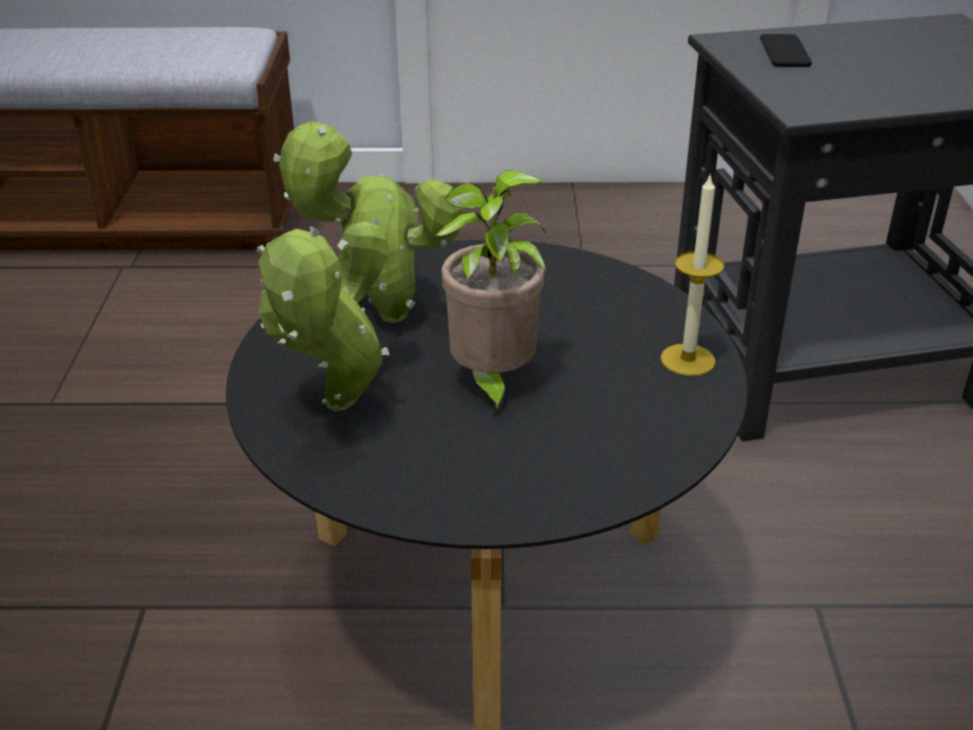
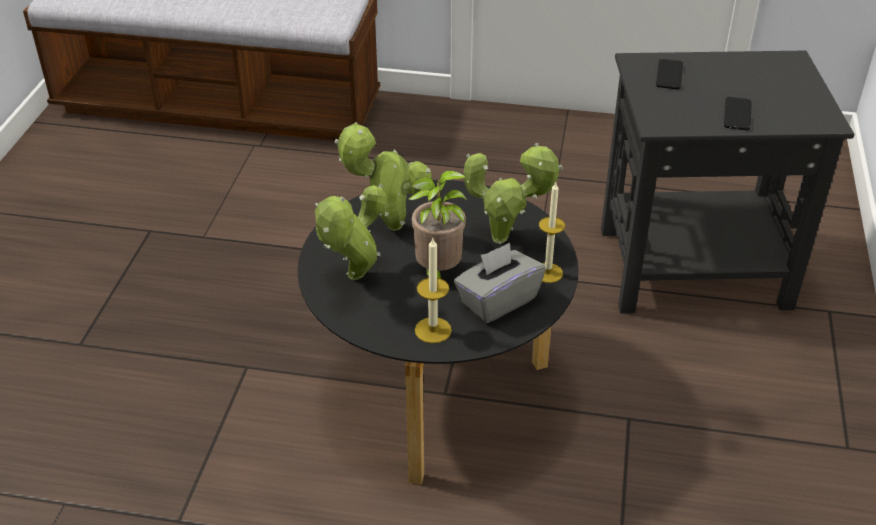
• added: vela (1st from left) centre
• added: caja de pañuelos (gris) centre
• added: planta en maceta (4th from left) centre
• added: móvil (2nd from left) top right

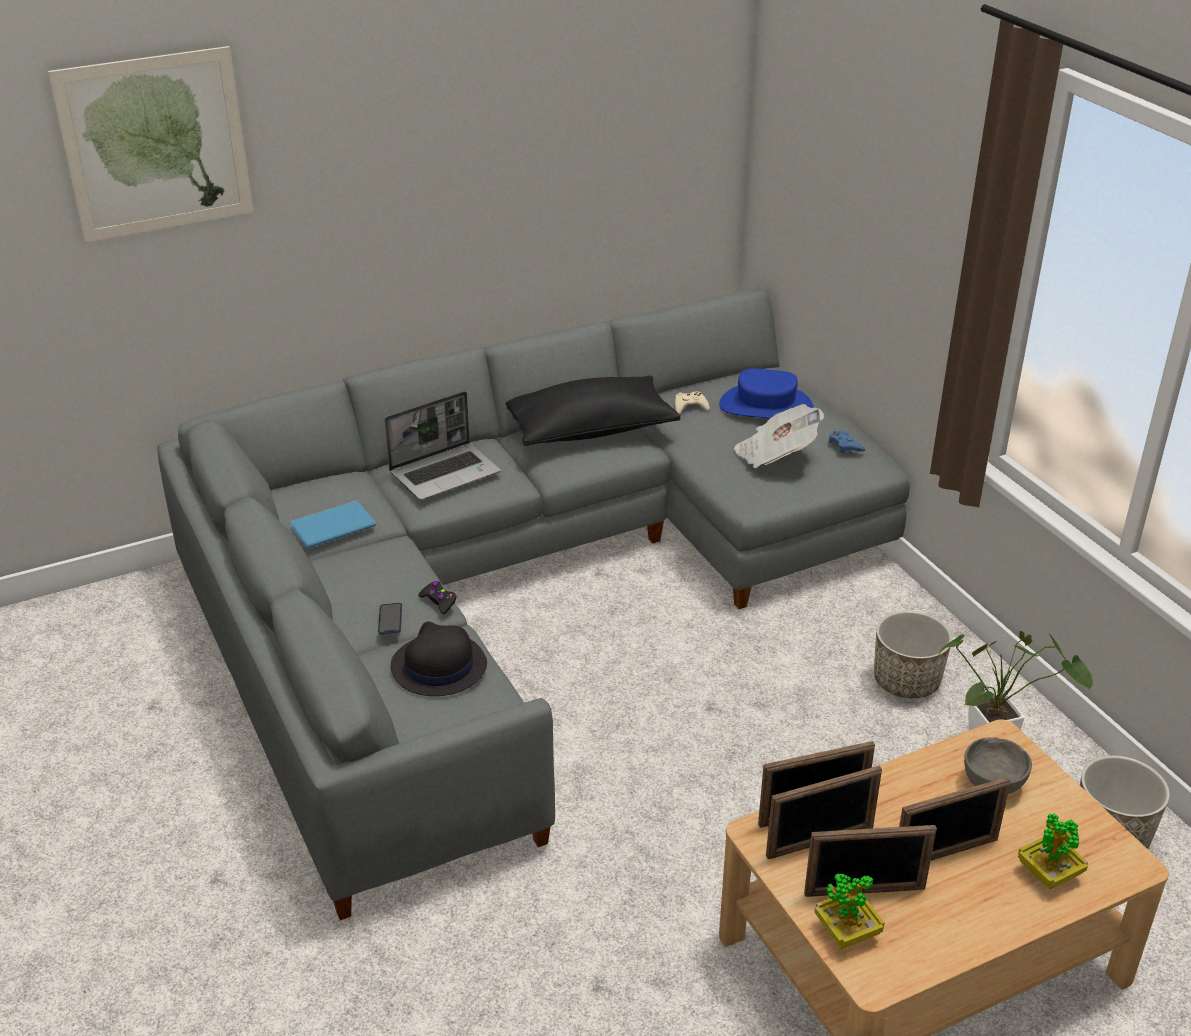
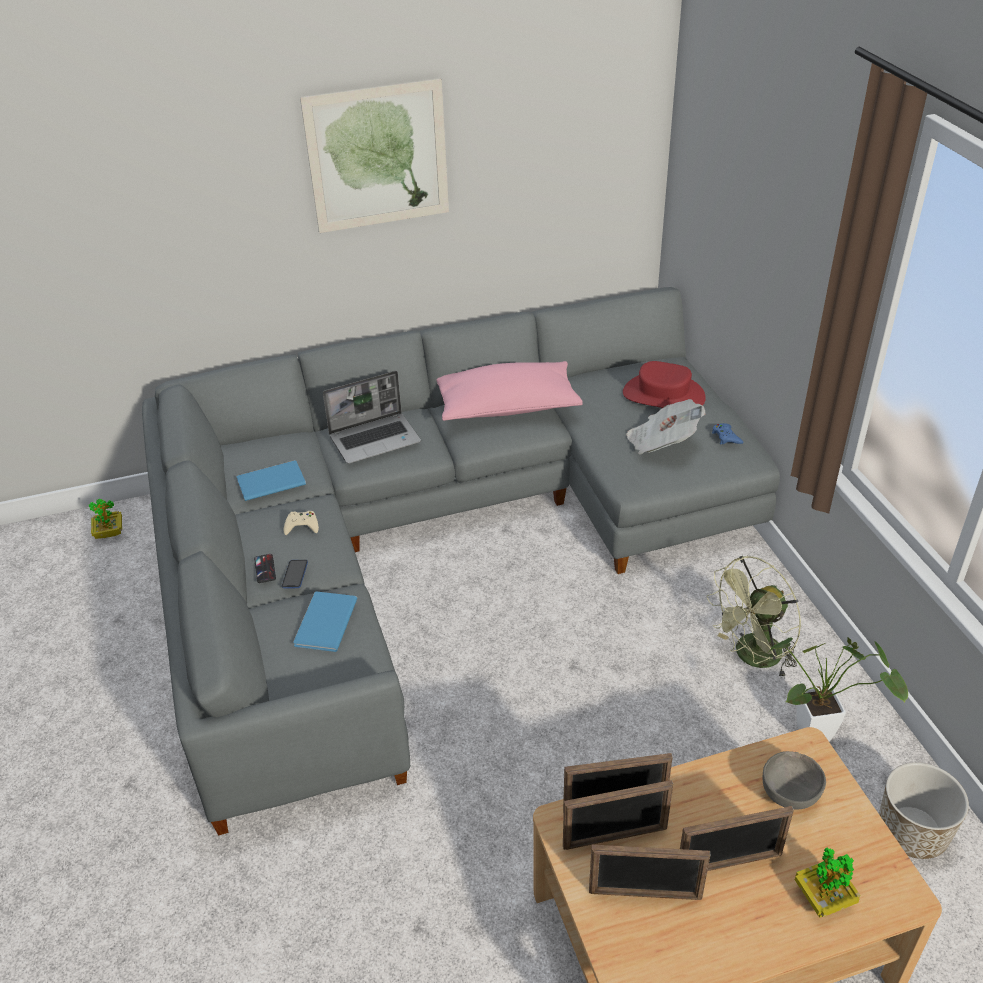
• moved: cuadro top left to top centre
• replaced: sombrero (negro) centre to libro (azul) (2nd from left) middle left
• removed: mando de consola (negro) centre
• recoloured: cojín (negro) centre to cojín (rosa) centre
• moved: mando de consola (beis) centre to middle left
• recoloured: sombrero (azul) centre to sombrero (rojo) middle right
• moved: planta en maceta (1st from left) bottom right to middle left
• replaced: maceta (1st from left) middle right to ventilador (verde) middle right
• added: móvil (1st from left) middle left

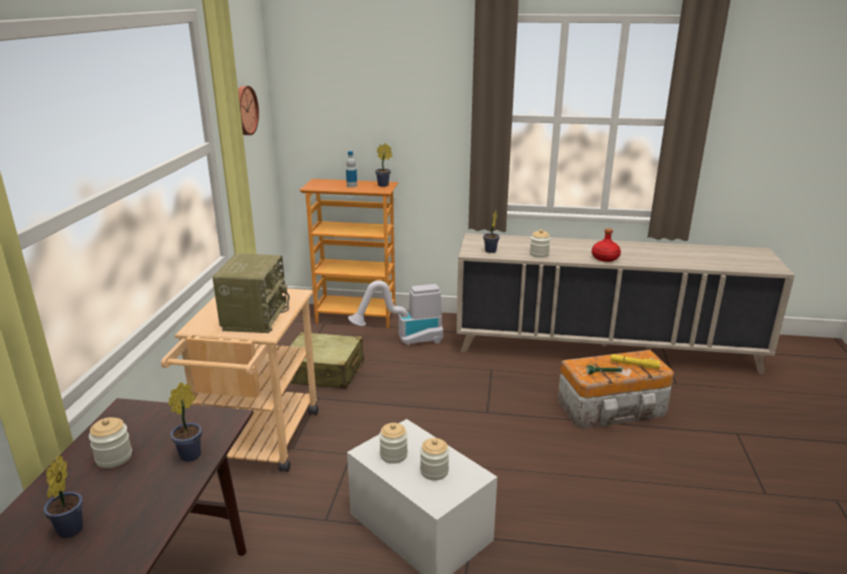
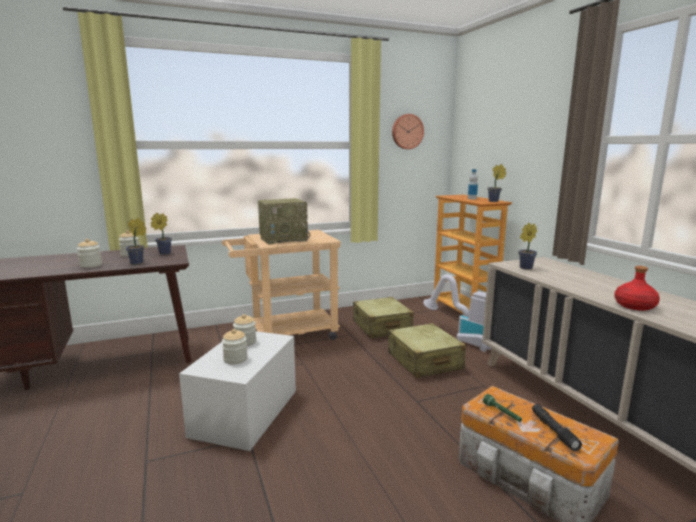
• moved: planta en maceta (1st from left in the first image) bottom left to planta en maceta (2nd from left) middle left
• moved: tarro (4th from left in the first image) centre to tarro (1st from left) middle left
• recoloured: linterna (amarillo) middle right to linterna (negro) bottom right
• added: maleta (beis) (2nd from left) bottom centre

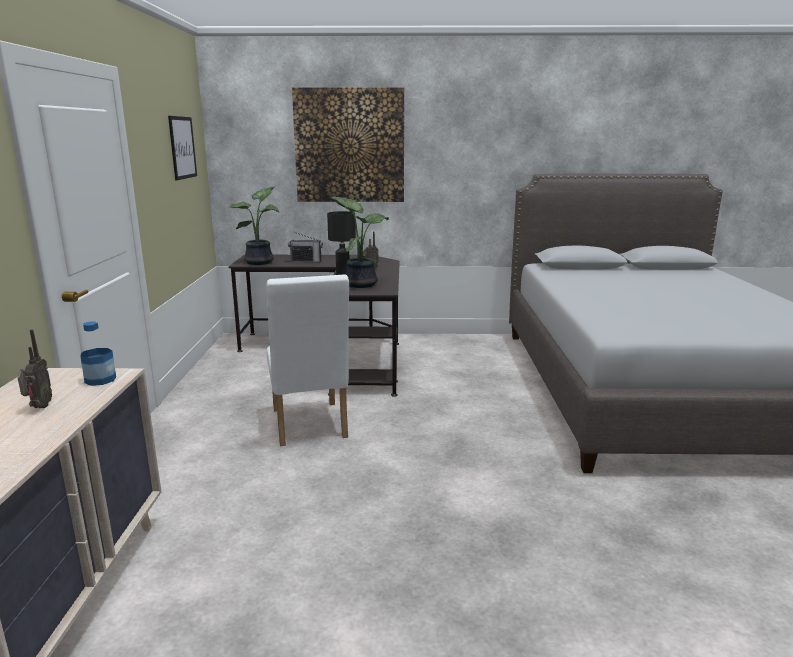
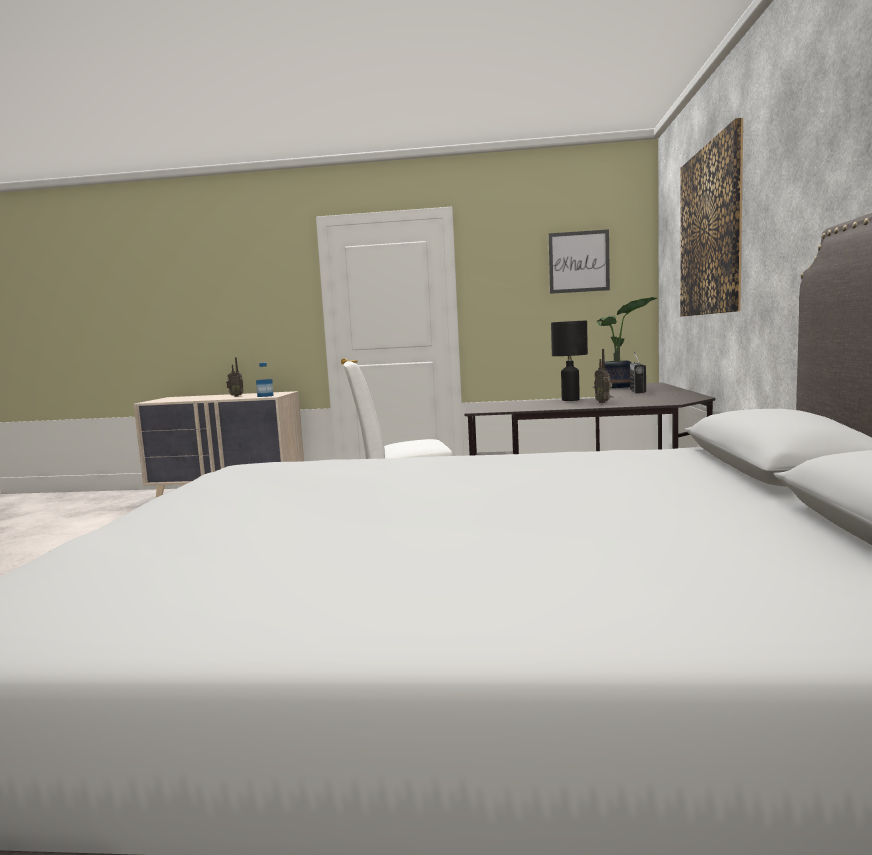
• removed: planta en maceta (2nd from left) centre

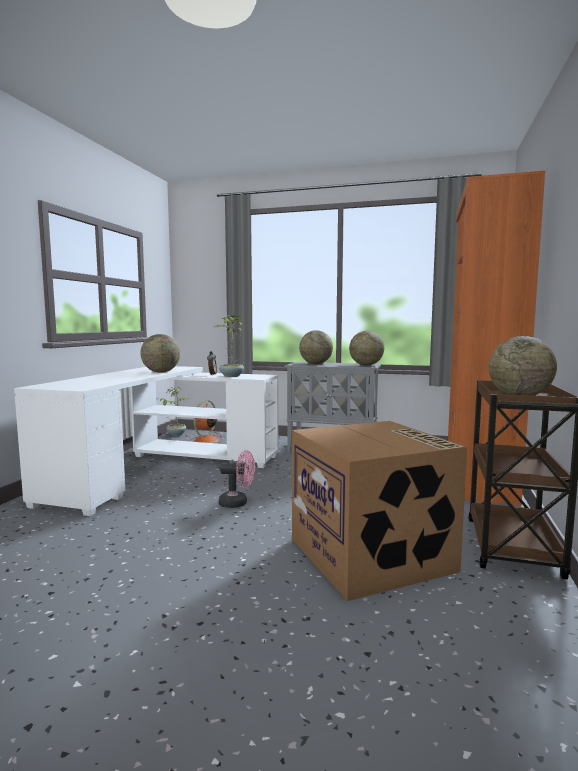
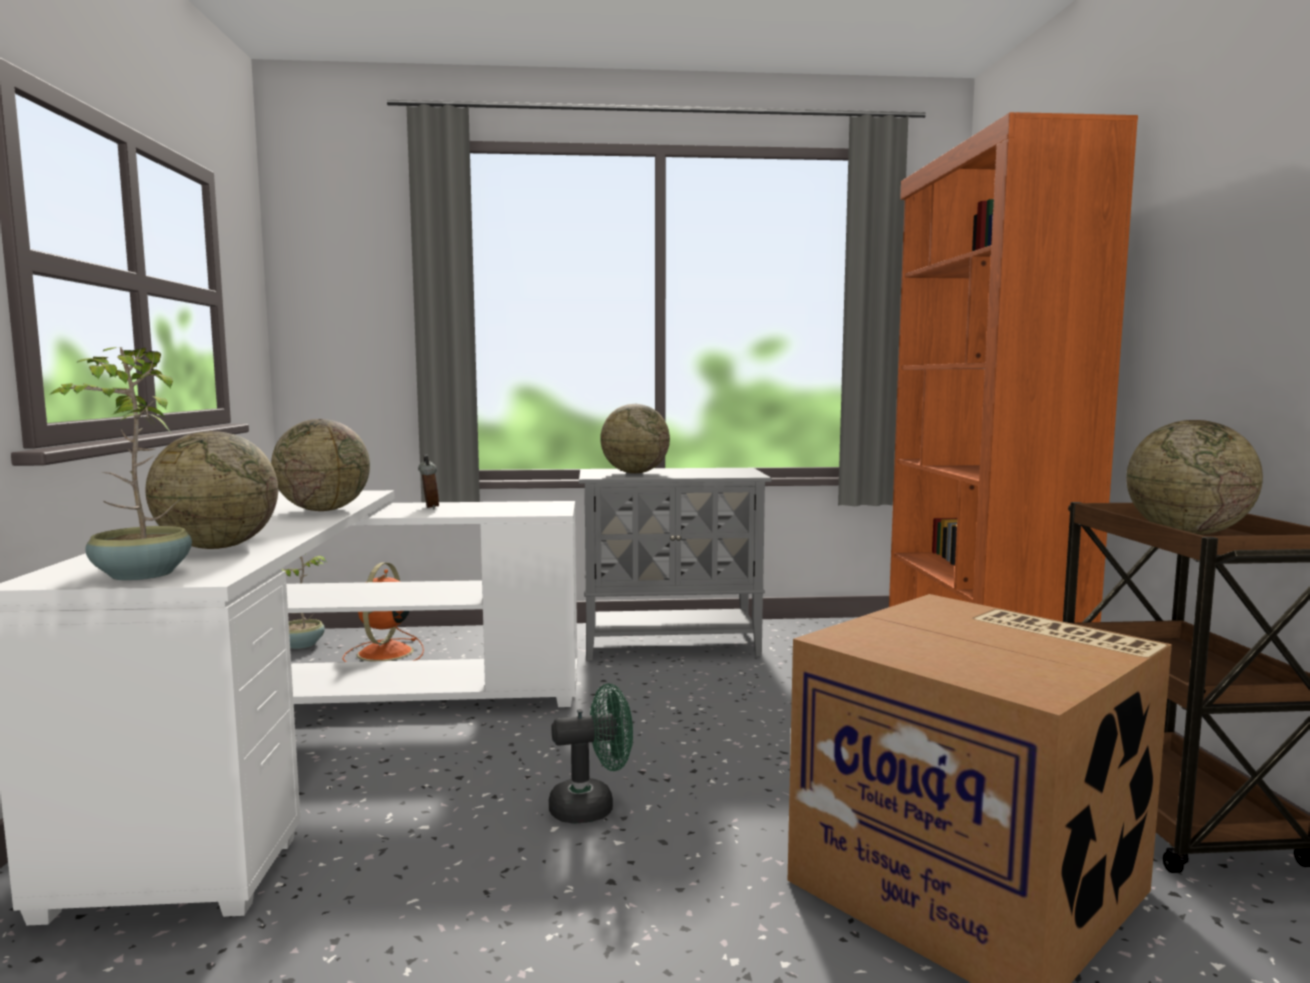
• moved: planta en maceta (2nd from left in the first image) centre to planta en maceta (1st from left) middle left
• recoloured: ventilador (rosa) centre to ventilador (verde) bottom centre
• moved: globo terráqueo (3rd from left in the first image) centre to globo terráqueo (1st from left) middle left

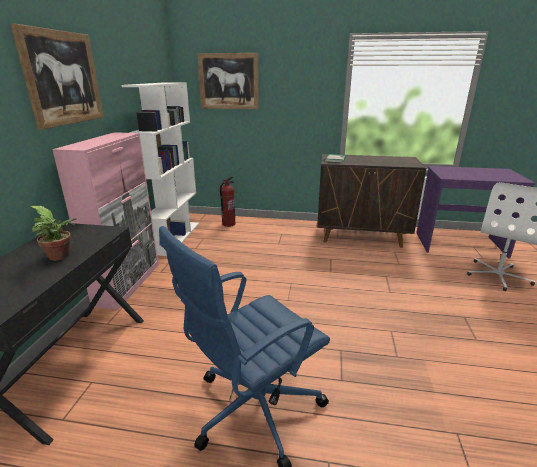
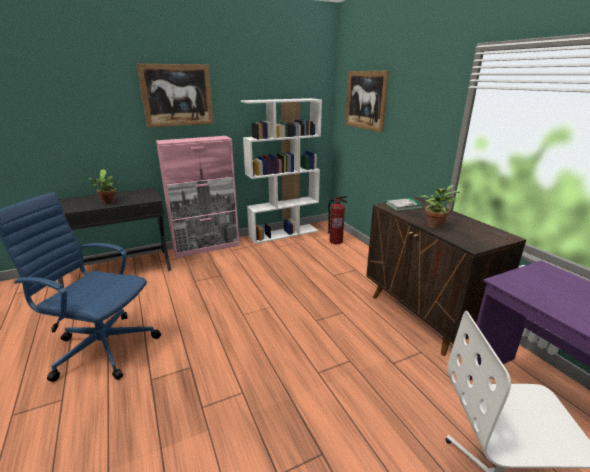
• added: planta en maceta (2nd from left) middle right

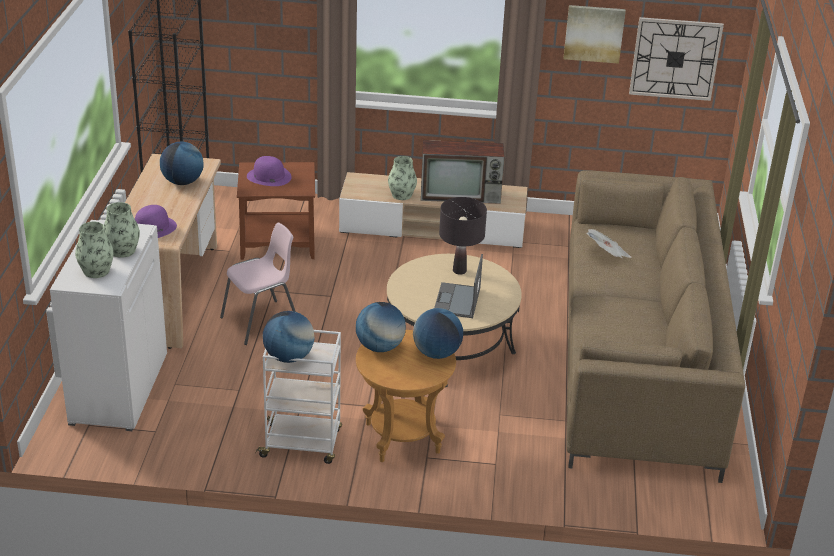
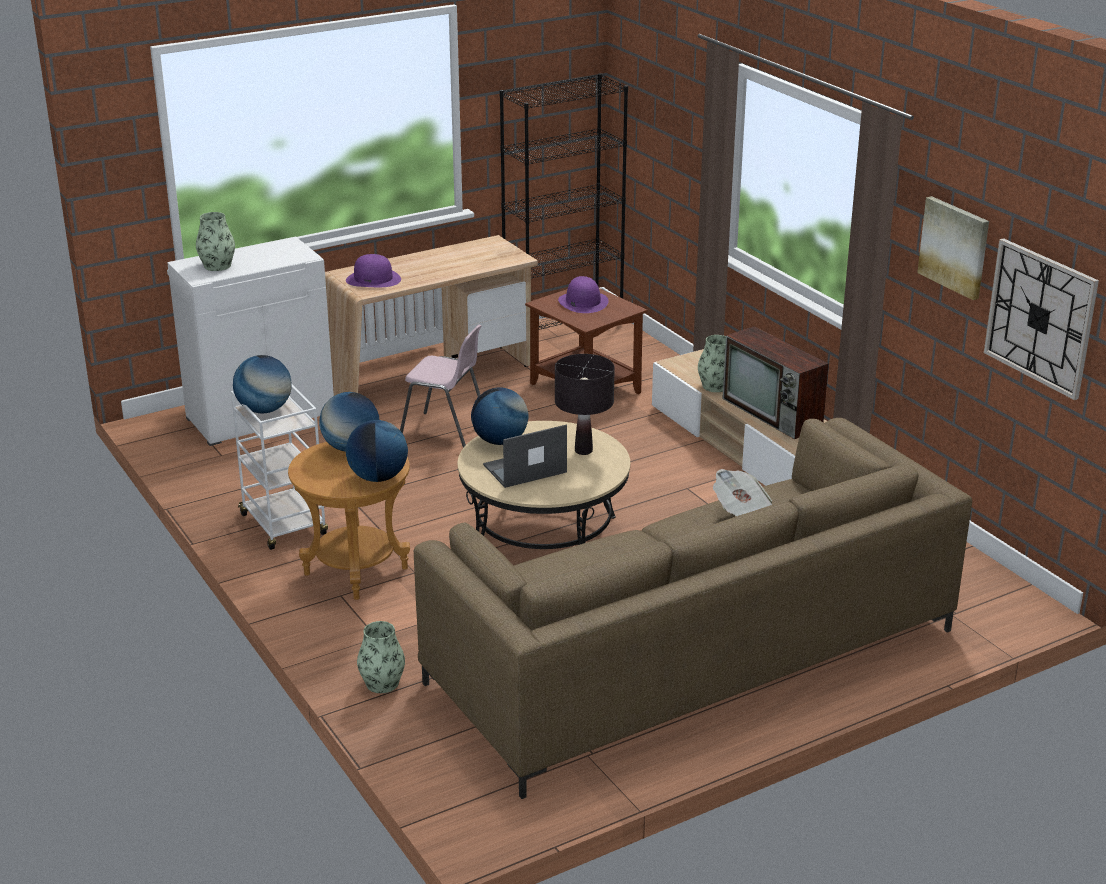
• moved: florero (2nd from left) middle left to bottom centre
• moved: globo terráqueo (1st from left in the first image) top left to globo terráqueo (4th from left) centre

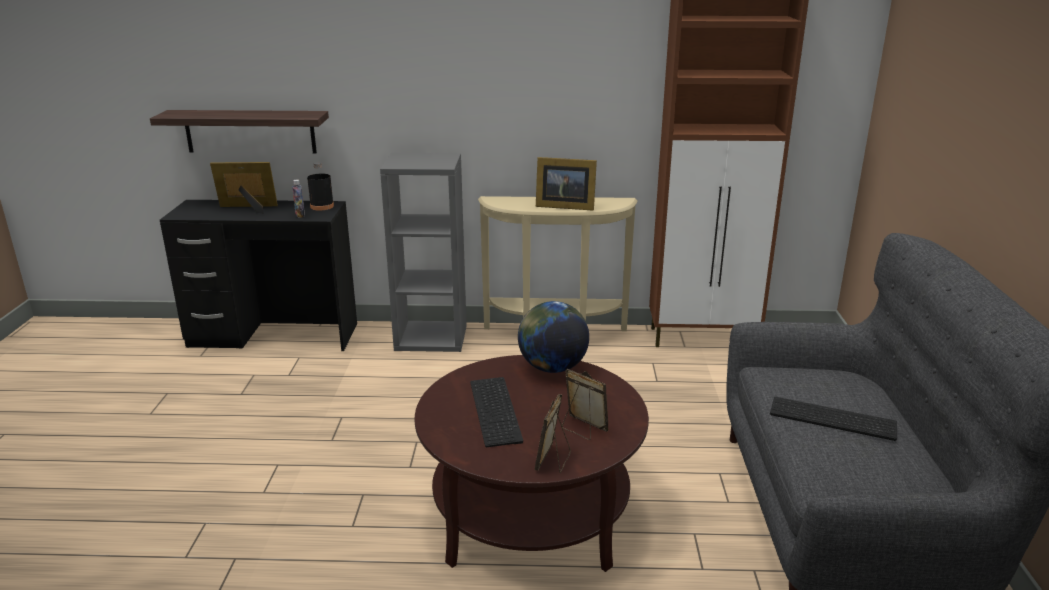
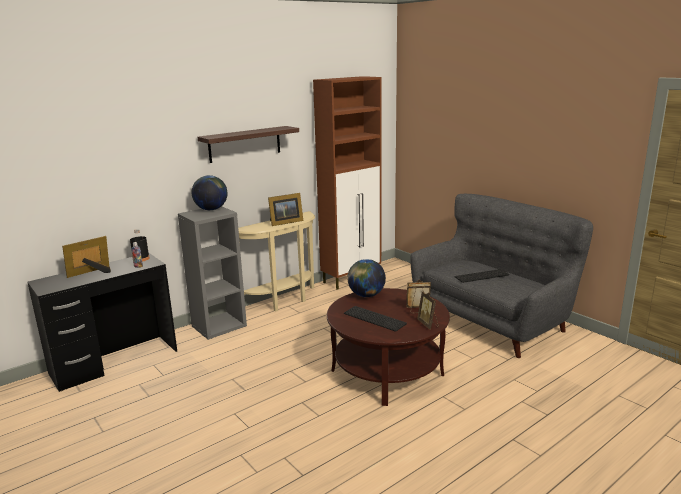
• moved: estante top left to top centre
• added: globo terráqueo (1st from left) middle left

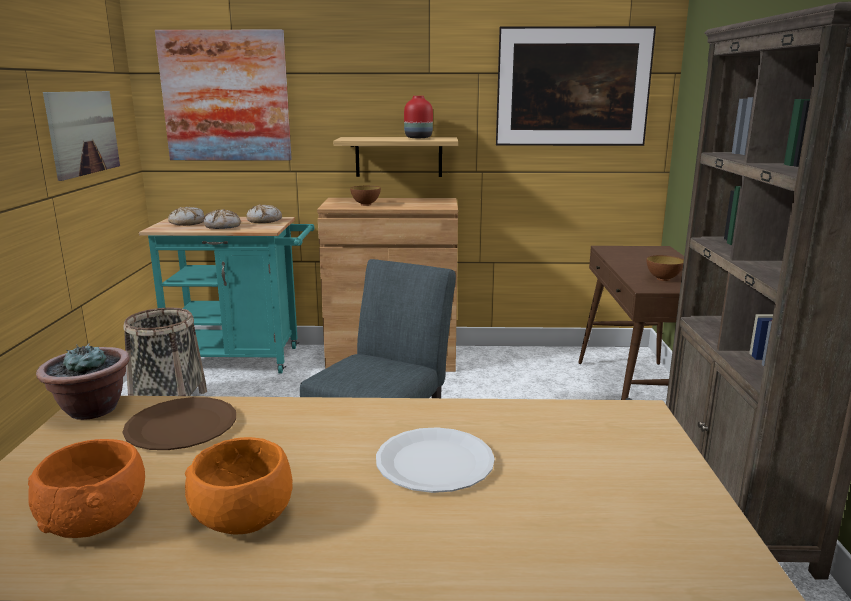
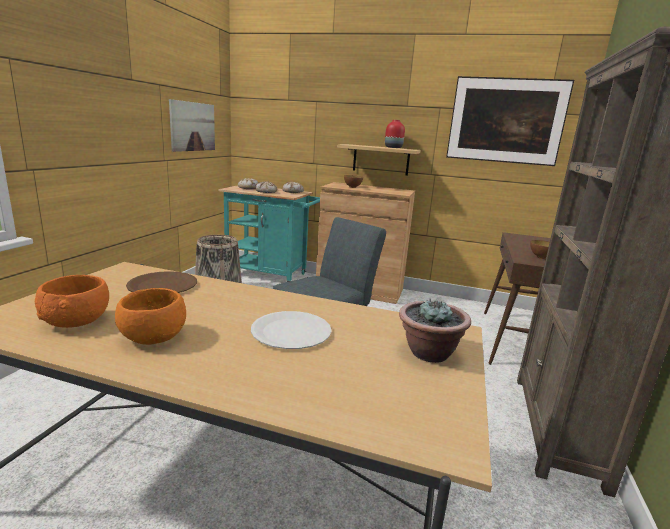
• moved: planta en maceta middle left to centre
• removed: cuadro (2nd from left) top left

